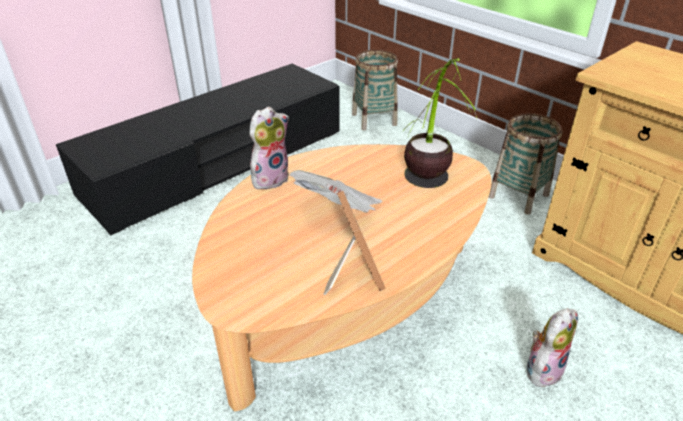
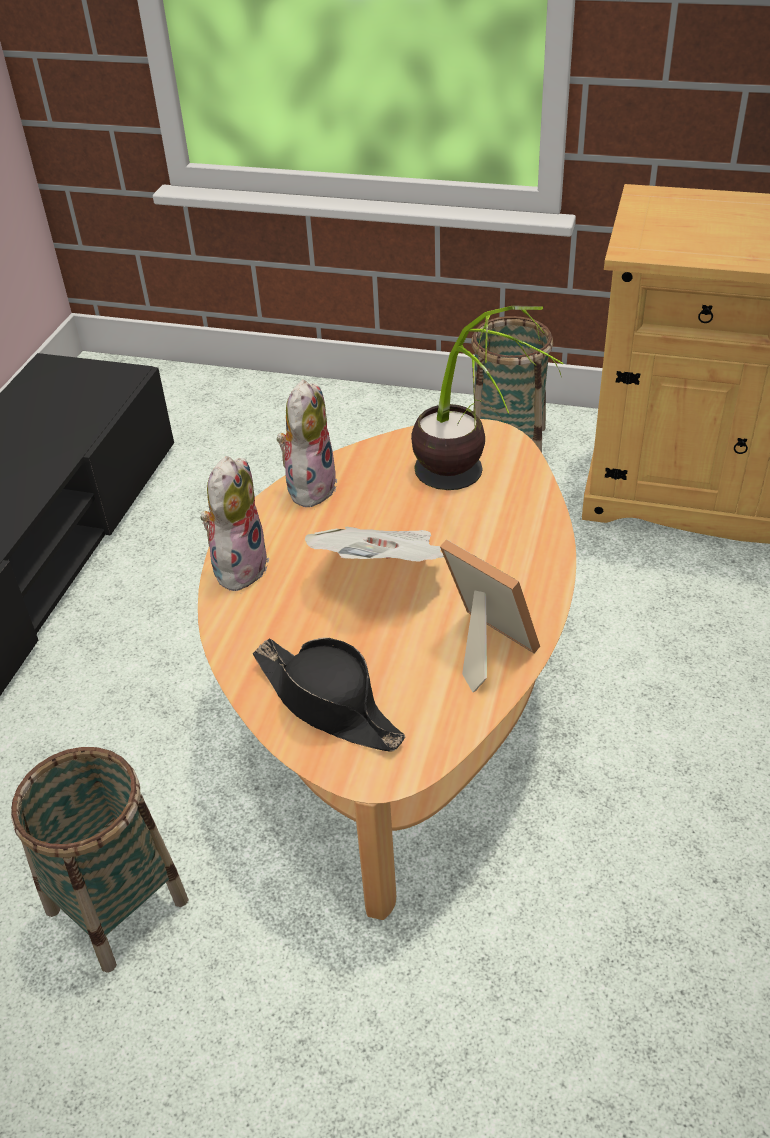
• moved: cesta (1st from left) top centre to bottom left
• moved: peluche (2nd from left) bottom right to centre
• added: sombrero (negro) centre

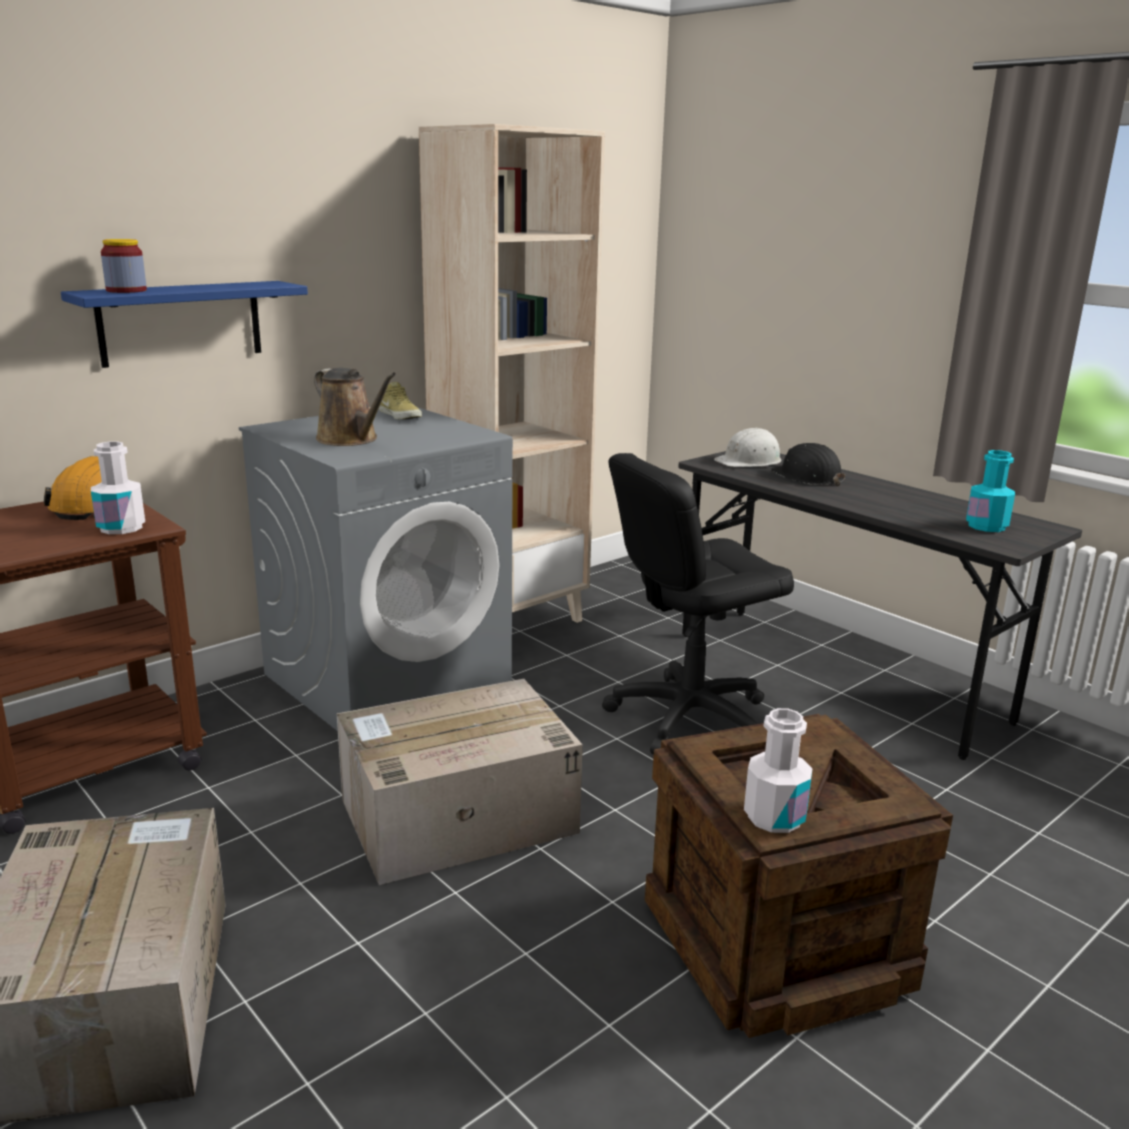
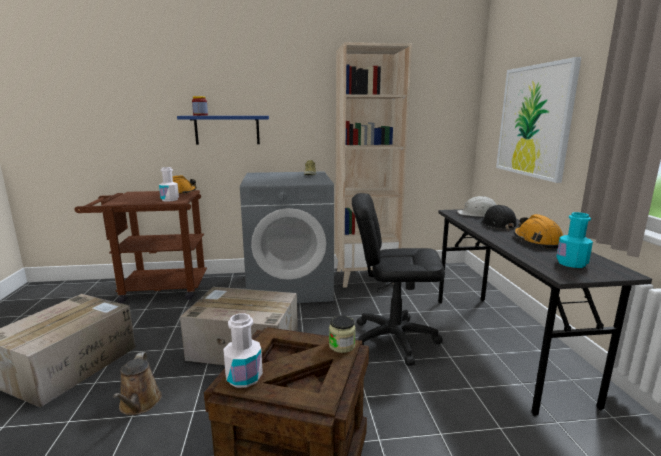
• moved: regadera (marrón) middle left to bottom left
• added: tarro (2nd from left) bottom centre
• added: cuadro top right
• added: casco (naranja) (2nd from left) middle right

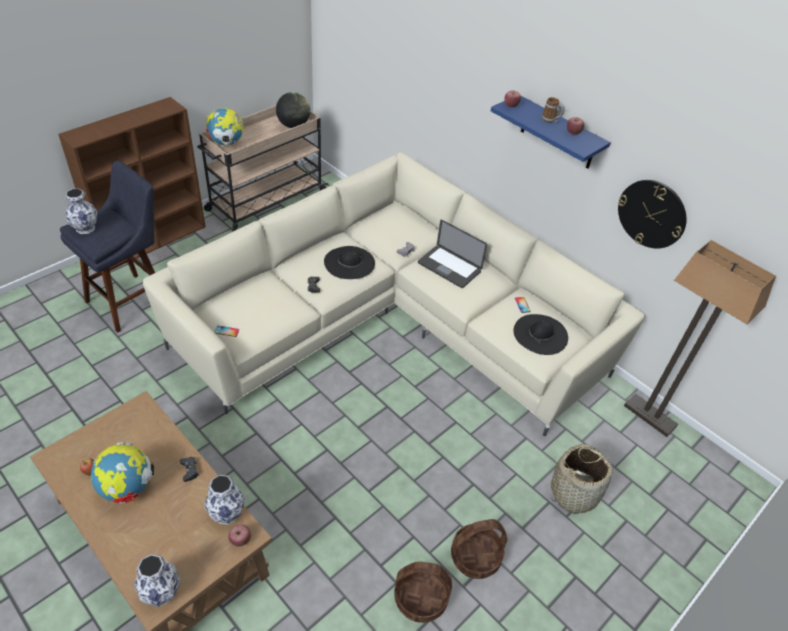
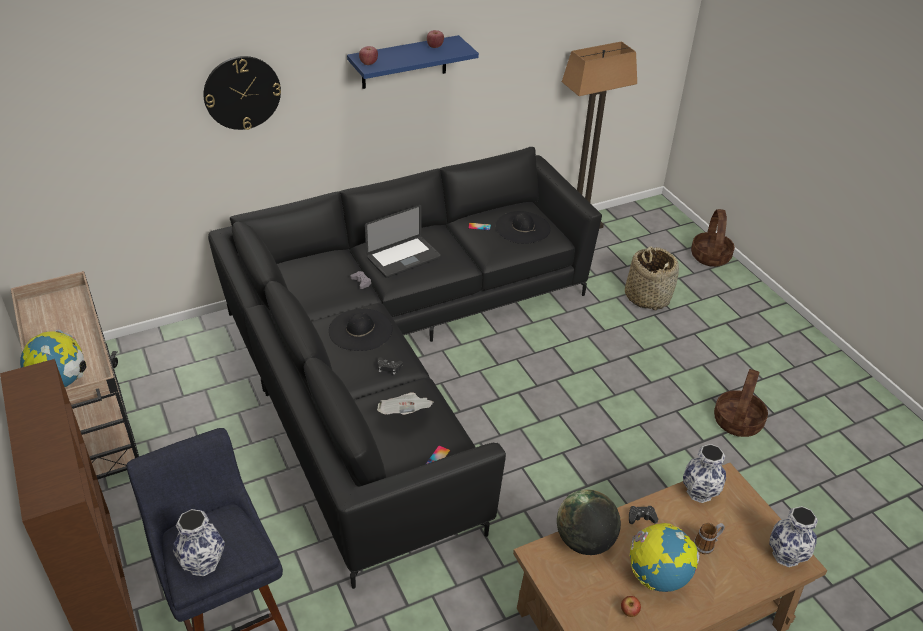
• recoloured: sofá (beis) centre to sofá (negro) centre
• removed: manzana (2nd from left) bottom left
• moved: globo terráqueo (3rd from left in the first image) top centre to globo terráqueo (2nd from left) bottom centre
• moved: cesta (2nd from left) bottom centre to middle right
• moved: taza grande top right to bottom right
• moved: reloj de pared middle right to top left
• added: periódico centre

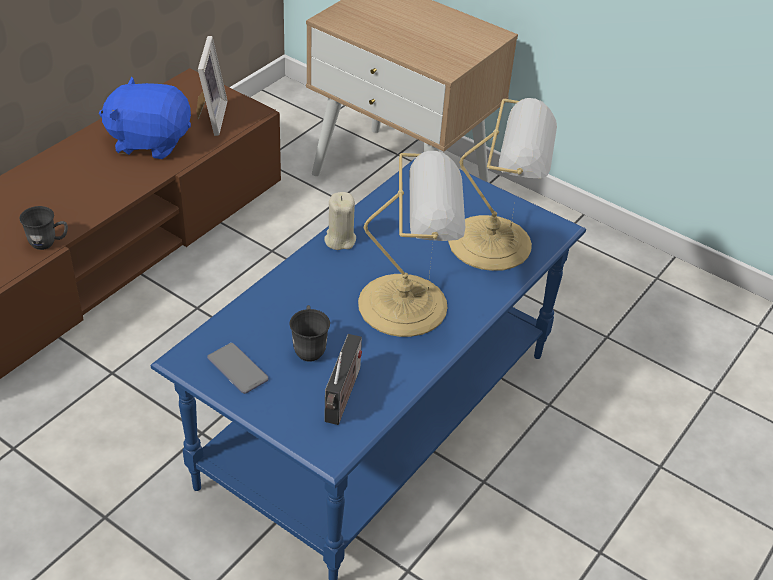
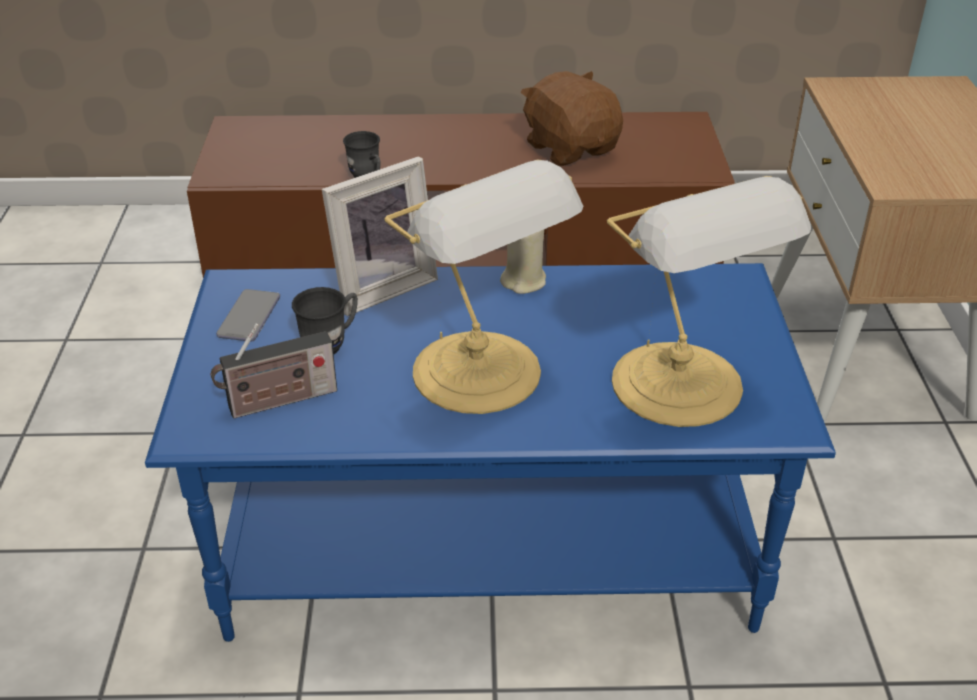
• recoloured: peluche (azul) top left to peluche (marrón) top centre
• moved: portarretratos top left to centre

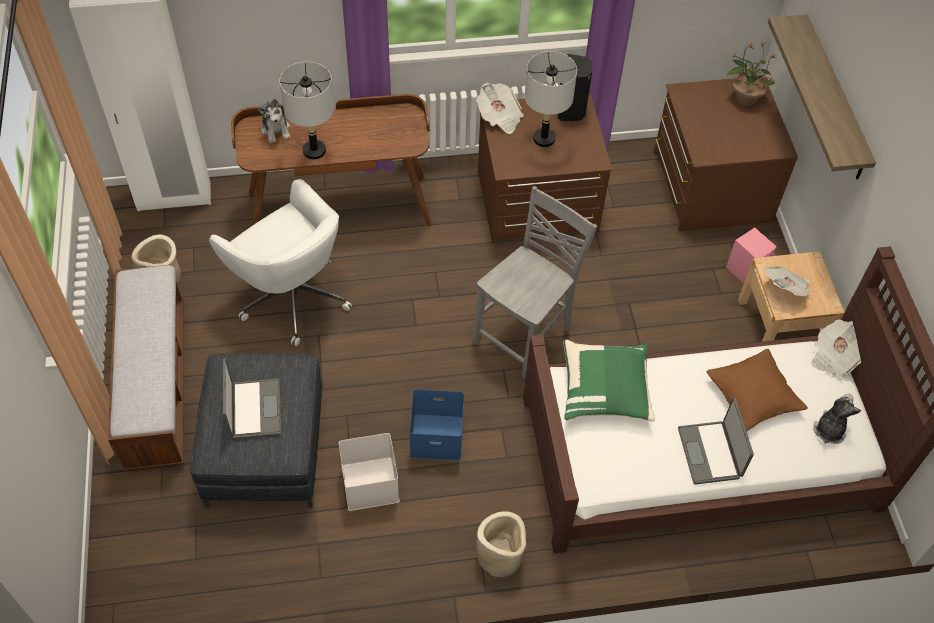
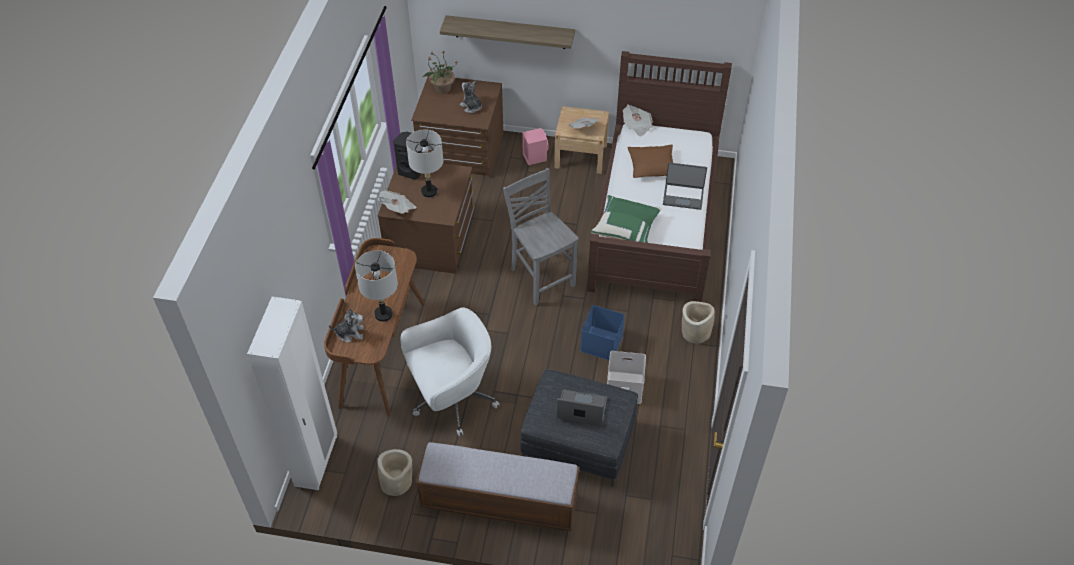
• moved: peluche (2nd from left) bottom right to top centre

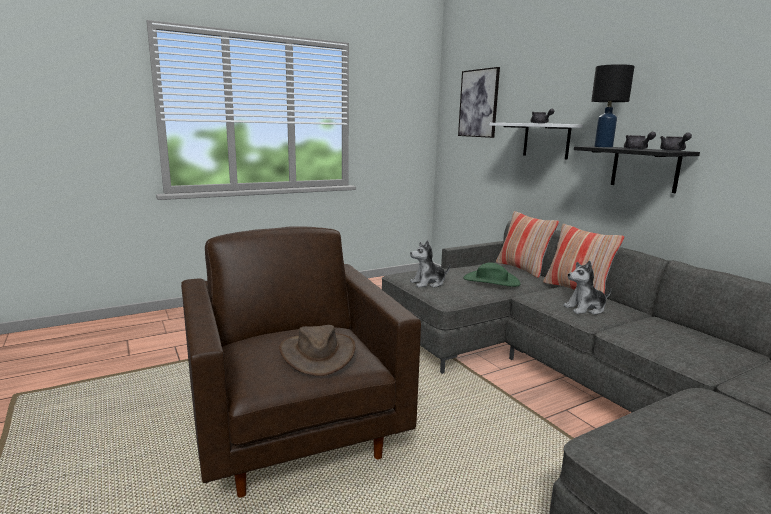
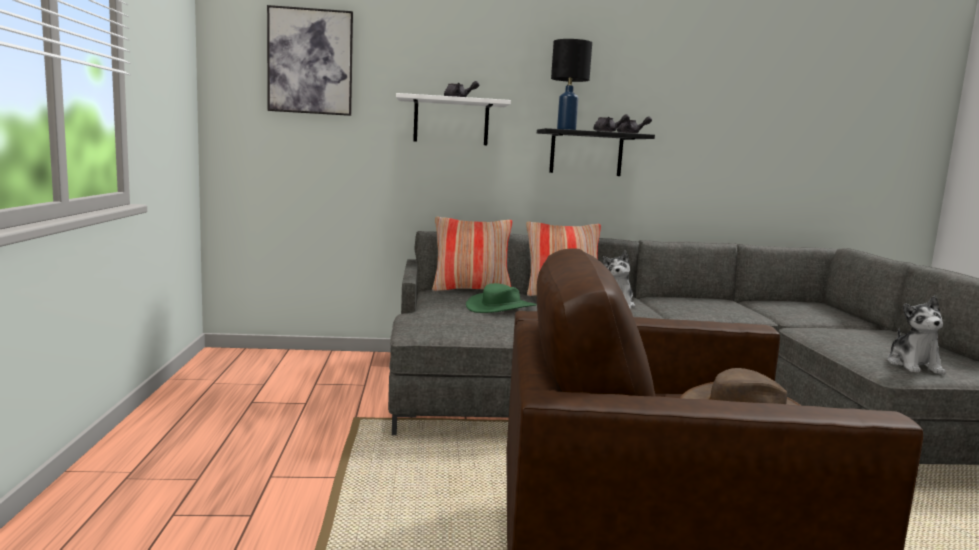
• moved: peluche (1st from left in the first image) centre to peluche (2nd from left) middle right

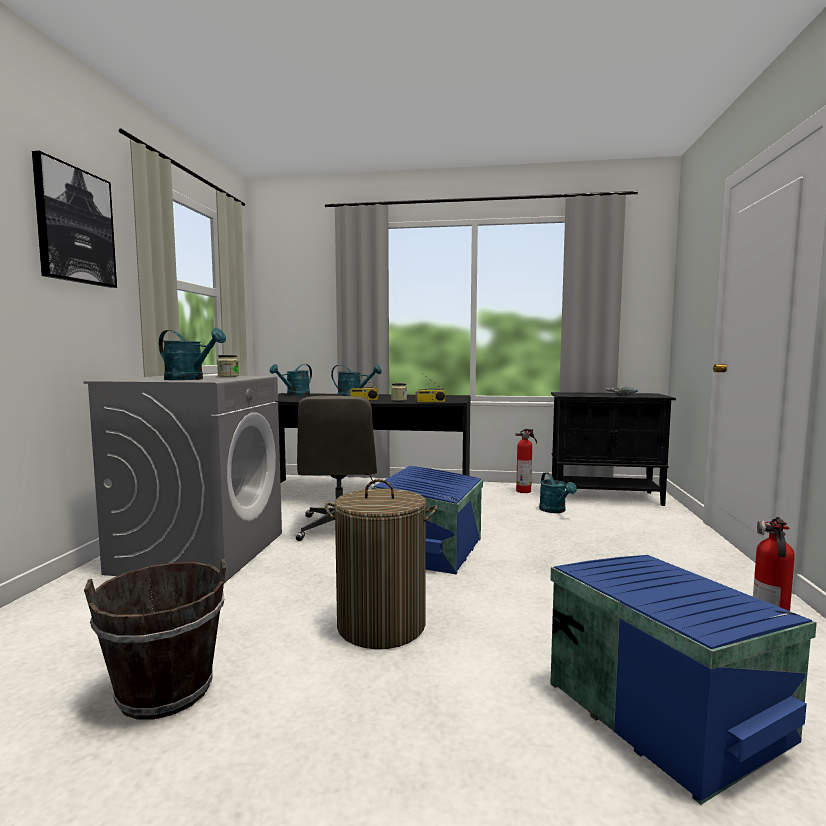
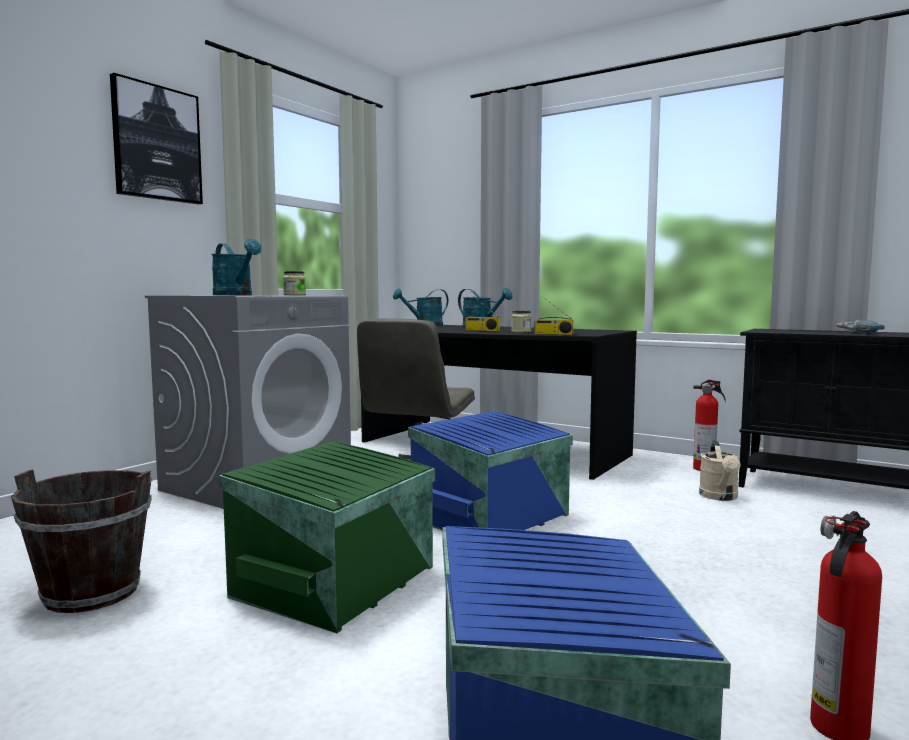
• replaced: cesto de la ropa bottom centre to caja de almacenaje (verde) bottom centre
• recoloured: regadera (turquesa) (4th from left) middle right to regadera (beis) middle right

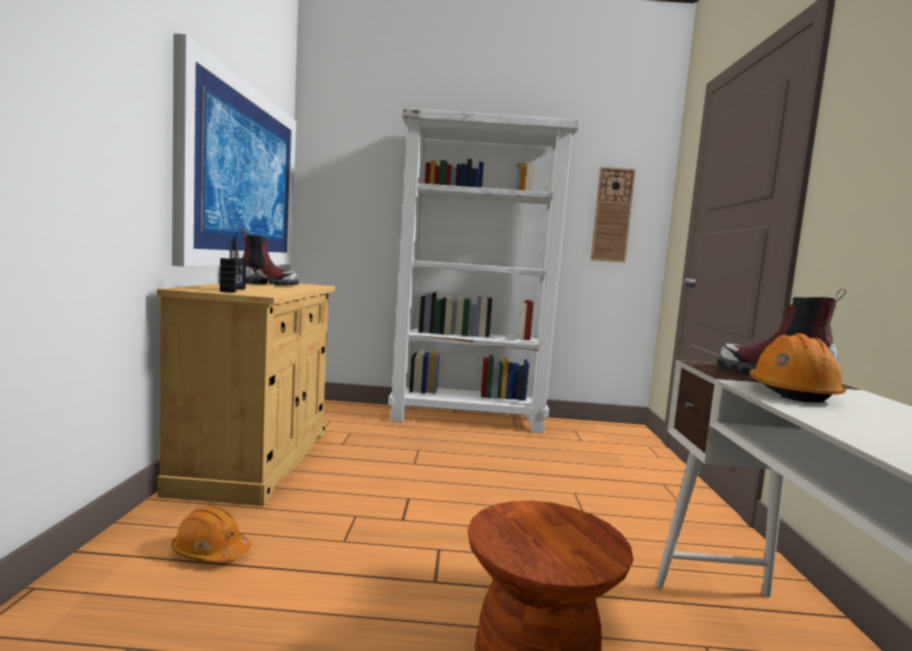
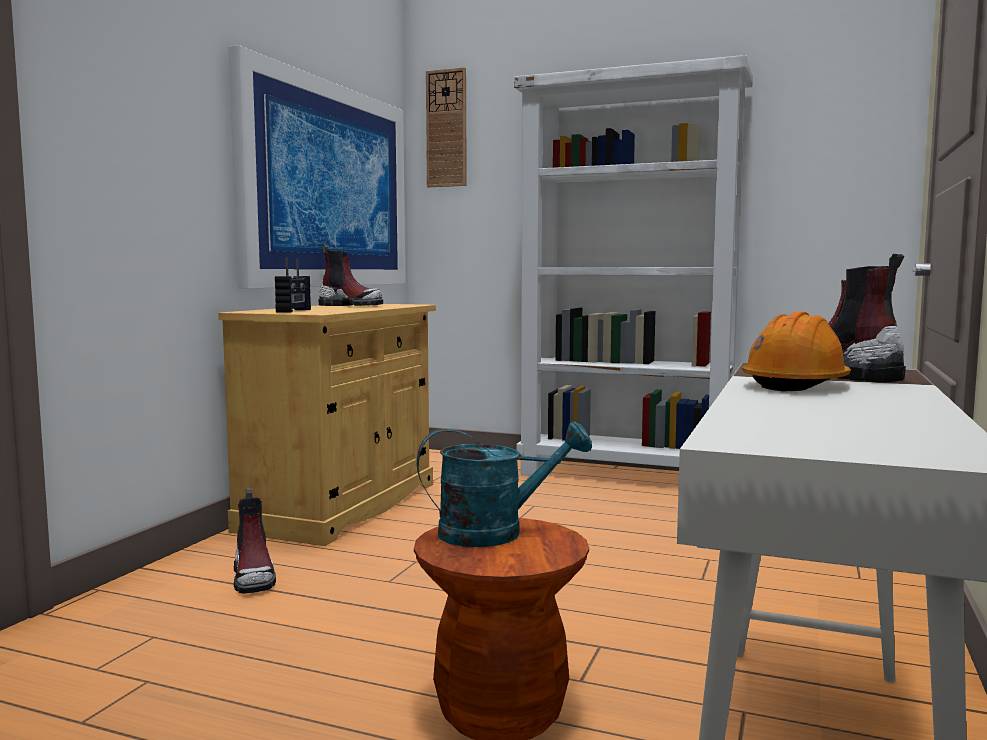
• replaced: casco (naranja) (1st from left) bottom left to bota (1st from left) bottom left
• moved: reloj de pared top right to top centre
• added: regadera (turquesa) centre

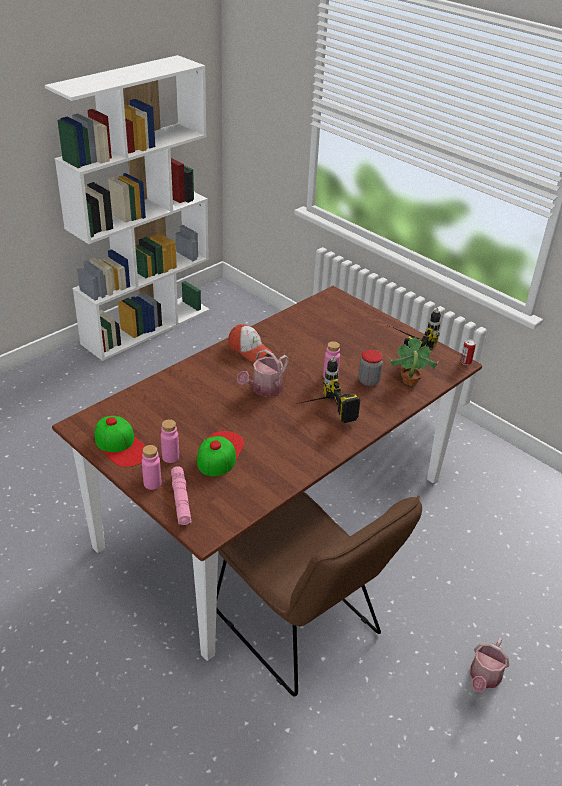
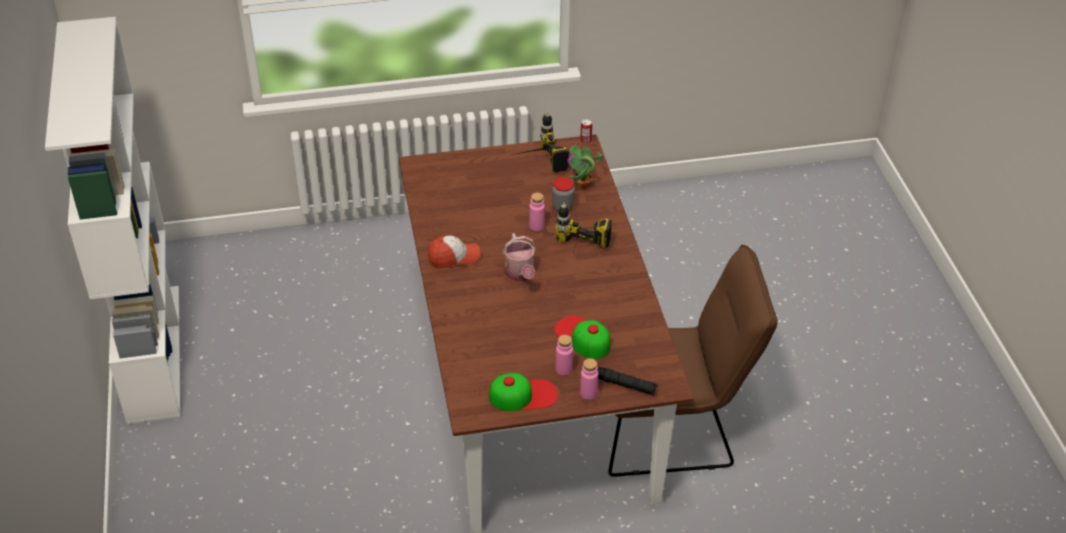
• recoloured: linterna (rosa) middle left to linterna (negro) bottom centre
• removed: regadera (2nd from left) bottom right

